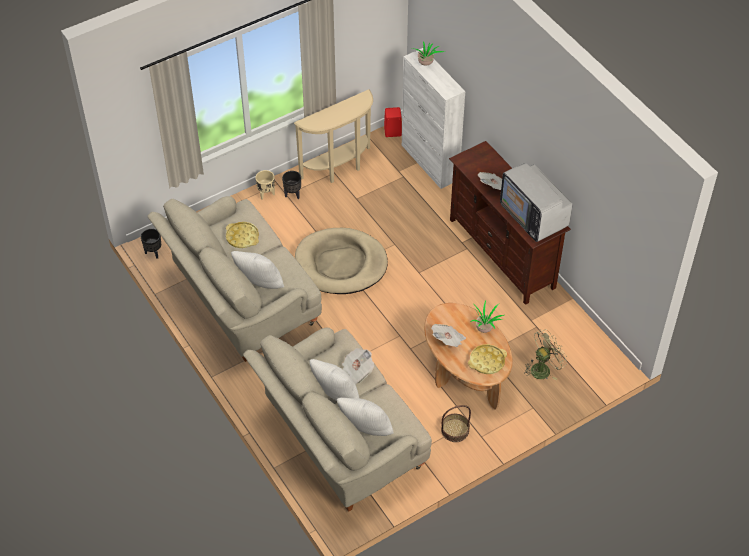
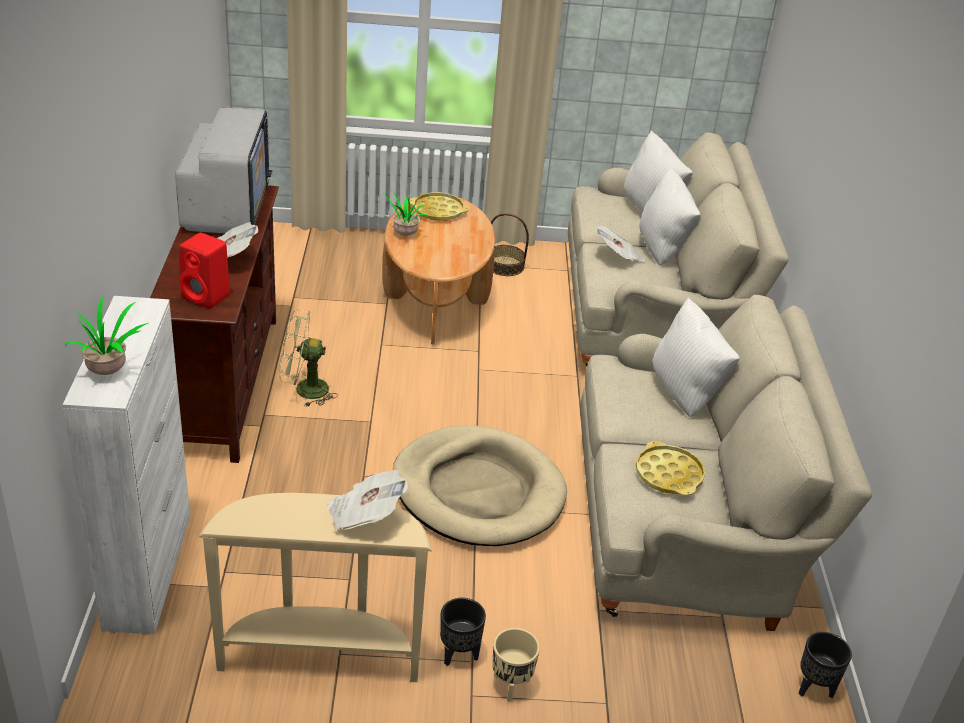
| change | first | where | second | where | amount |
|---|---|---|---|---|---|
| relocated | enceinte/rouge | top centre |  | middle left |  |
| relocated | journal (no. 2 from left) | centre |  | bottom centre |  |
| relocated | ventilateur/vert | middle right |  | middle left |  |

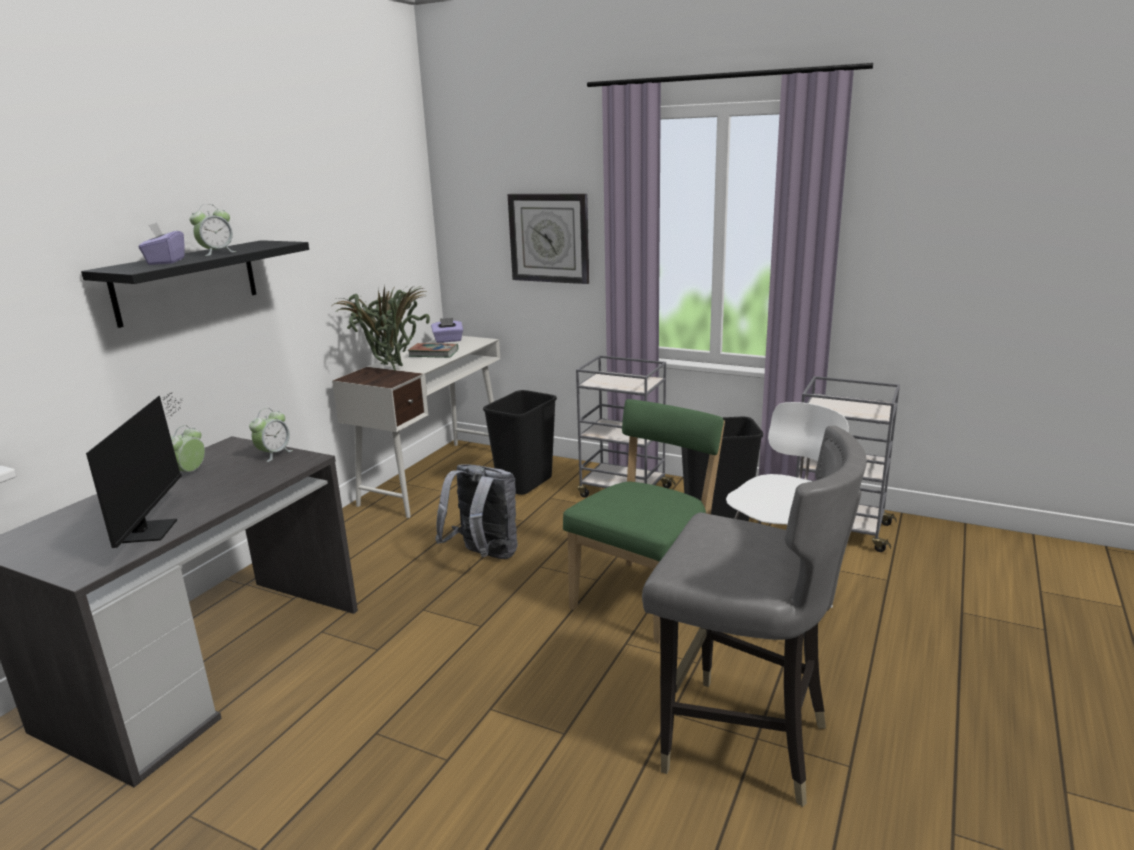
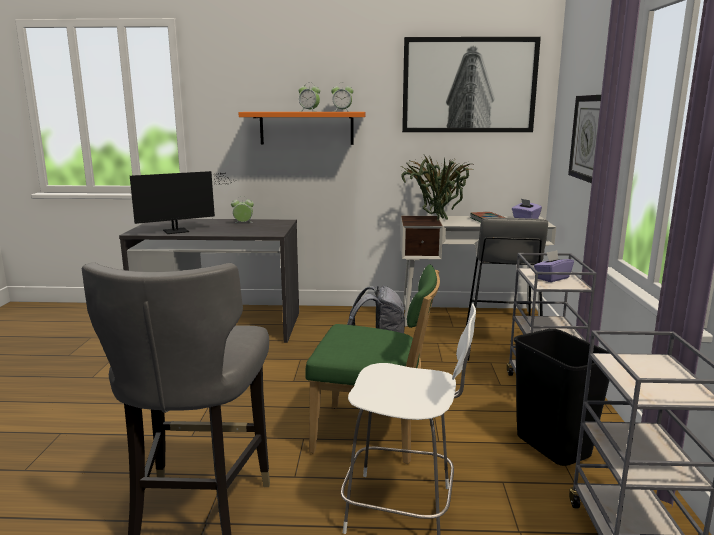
| change | first | where | second | where | amount |
|---|---|---|---|---|---|
| relocated | boîte à mouchoirs/violet (no. 1 from left in the first image) | top left | boîte à mouchoirs/violet (no. 2 from left) | middle right |  |
| colour | étagère/noir | middle left | étagère/orange | top centre |  |
| exchanged | poubelle/noir (no. 1 from left) | centre | tabouret/gris | middle right |  |
| relocated | réveil (no. 3 from left) | middle left |  | top centre |  |
| appeared |  |  | tableau | top centre |  |

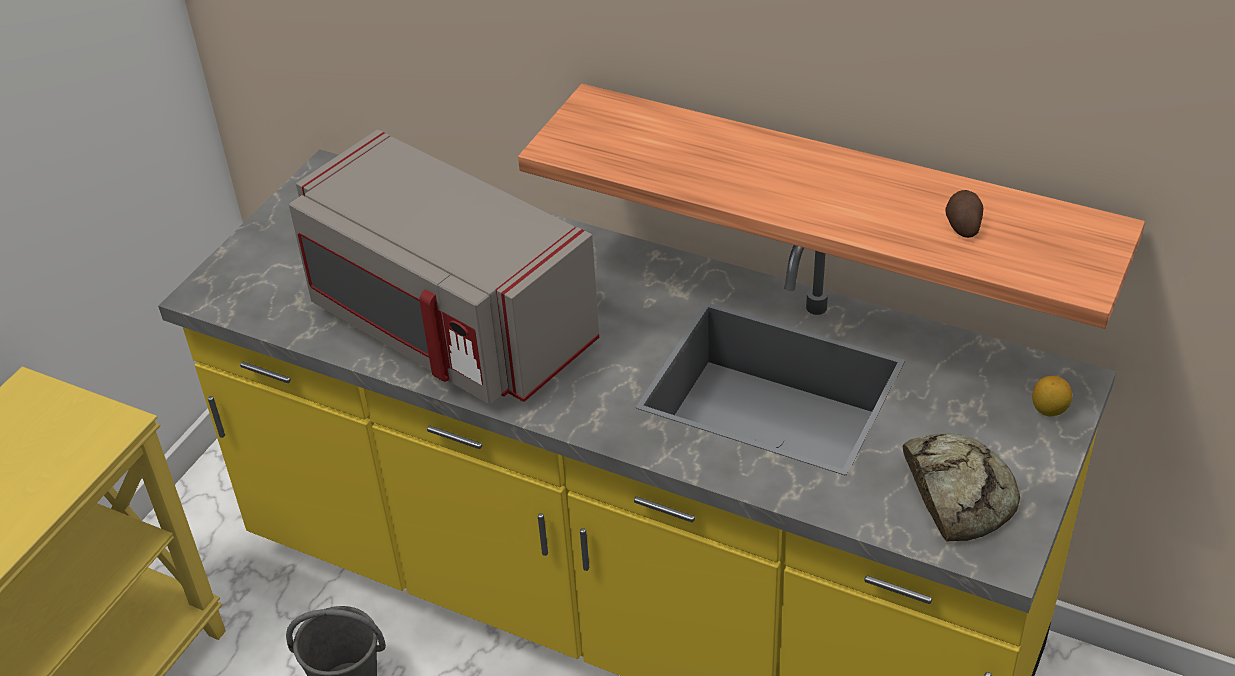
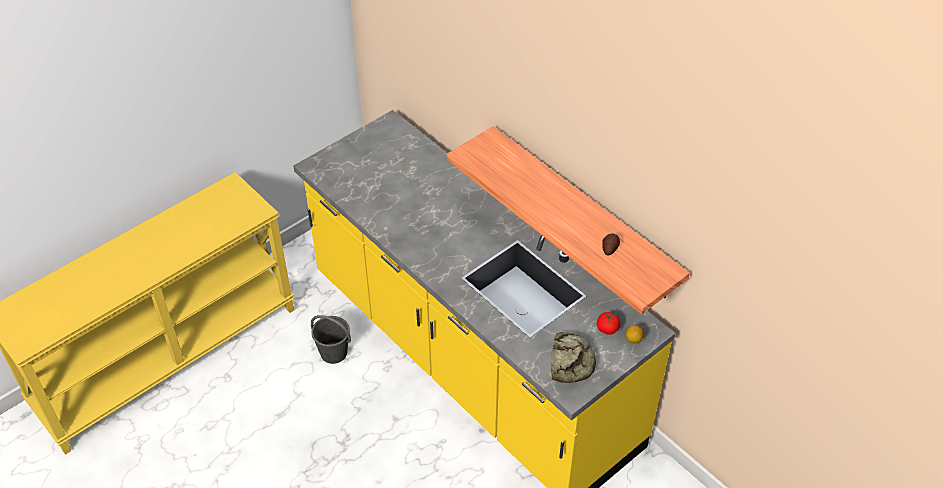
| change | first | where | second | where | amount |
|---|---|---|---|---|---|
| missing | micro-ondes/gris | centre |  |  |  |
| appeared |  |  | tomate | centre |  |

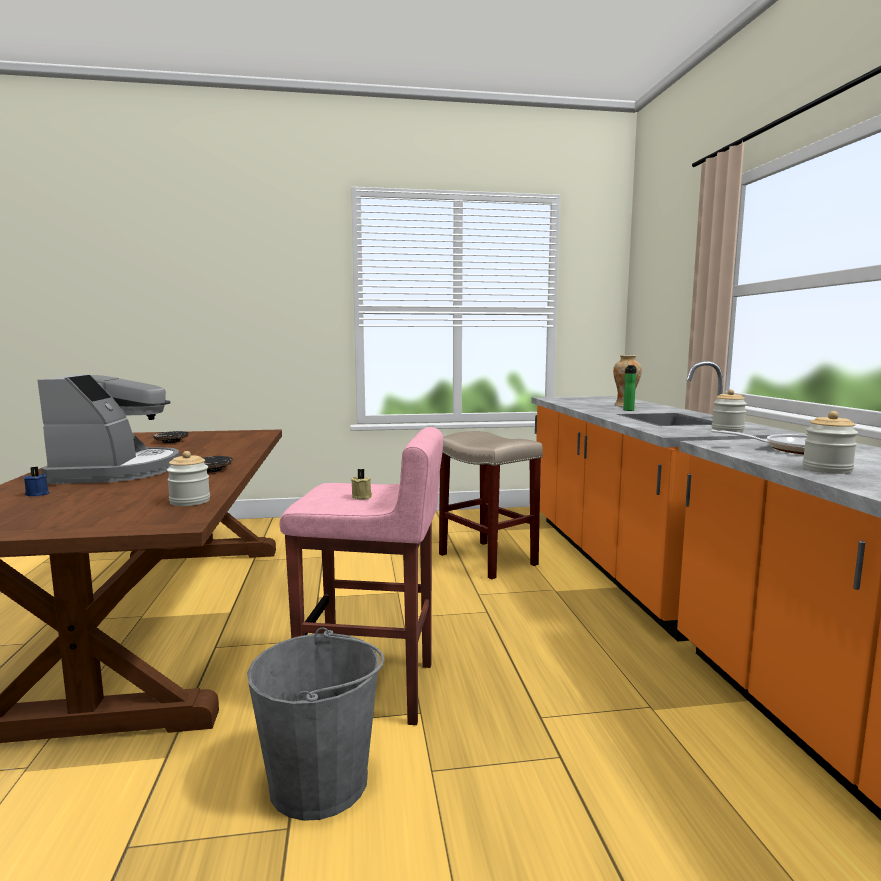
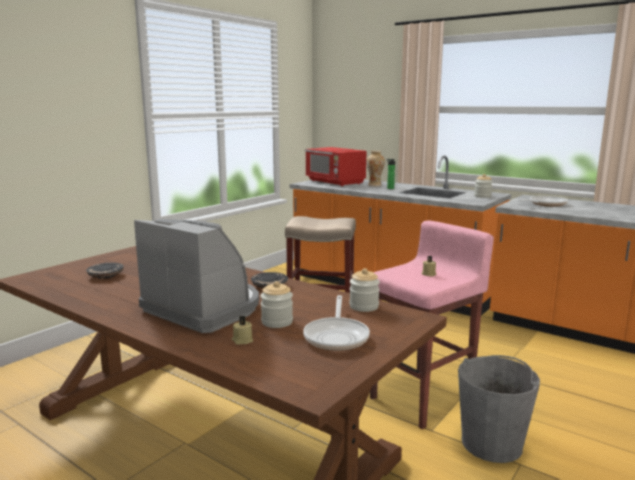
| change | first | where | second | where | amount |
|---|---|---|---|---|---|
| relocated | bocal (no. 3 from left in the first image) | middle right | bocal (no. 1 from left) | centre |  |
| colour | bougie/bleu | middle left | bougie/beige (no. 1 from left) | bottom centre |  |
| appeared |  |  | micro-ondes/rouge | centre |  |
| appeared |  |  | poêle (no. 1 from left) | bottom centre |  |

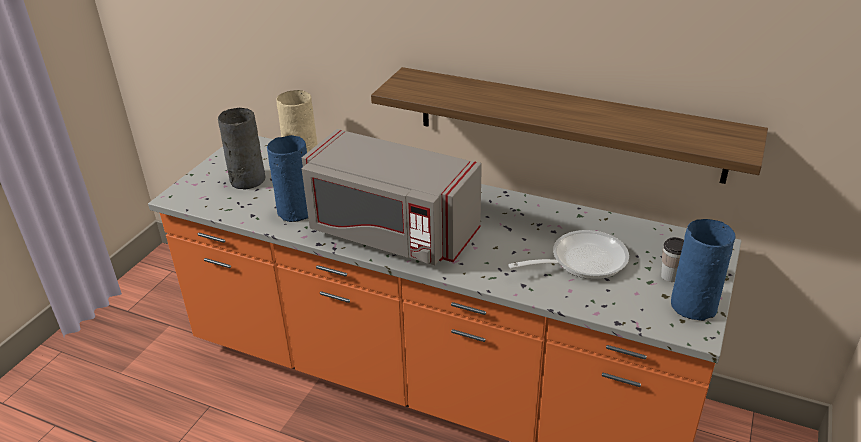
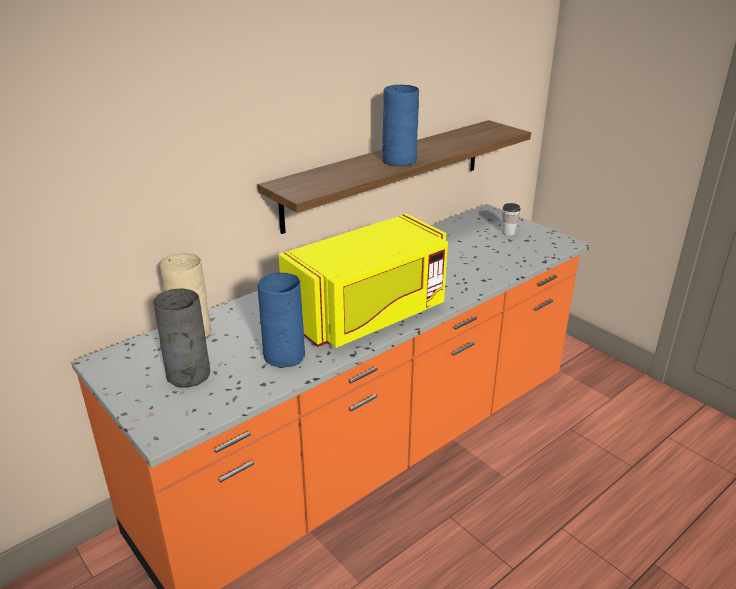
| change | first | where | second | where | amount |
|---|---|---|---|---|---|
| colour | micro-ondes/gris | centre | micro-ondes/jaune | centre |  |
| relocated | vase/bleu (no. 2 from left) | middle right |  | top centre |  |
| missing | poêle | centre |  |  |  |

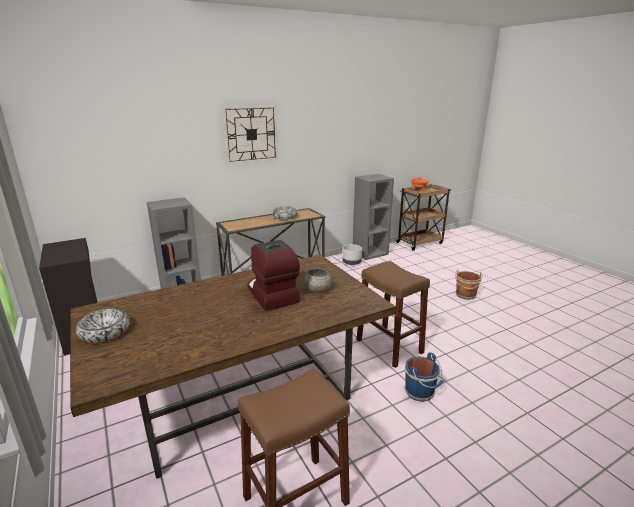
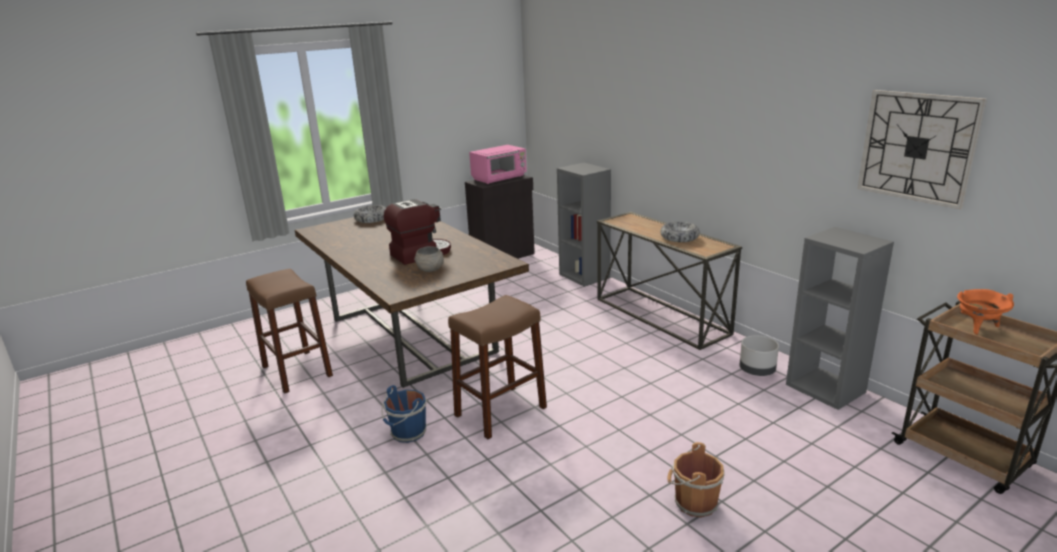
| change | first | where | second | where | amount |
|---|---|---|---|---|---|
| relocated | horloge murale | top centre |  | top right |  |
| appeared |  |  | micro-ondes/rose | top centre |  |

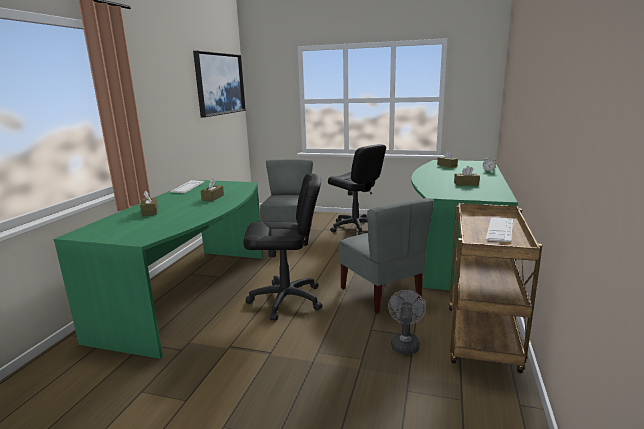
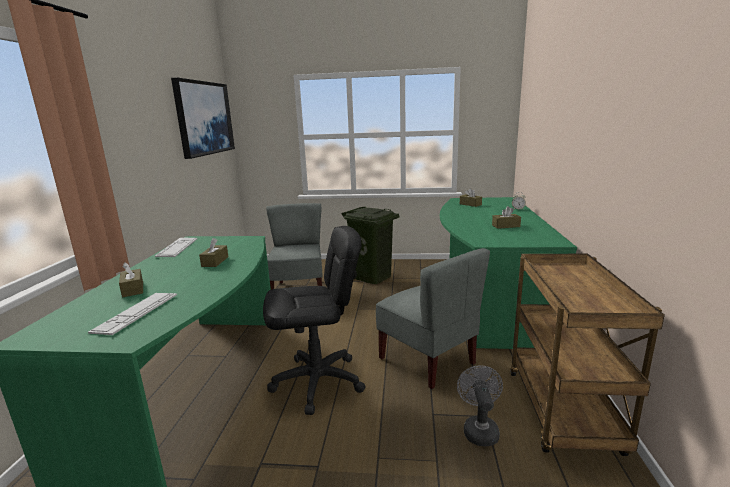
| change | first | where | second | where | amount |
|---|---|---|---|---|---|
| exchanged | chaise de bureau/noir (no. 2 from left) | centre | poubelle/vert | centre |  |
| relocated | clavier (no. 2 from left in the first image) | middle right | clavier (no. 1 from left) | middle left |  |

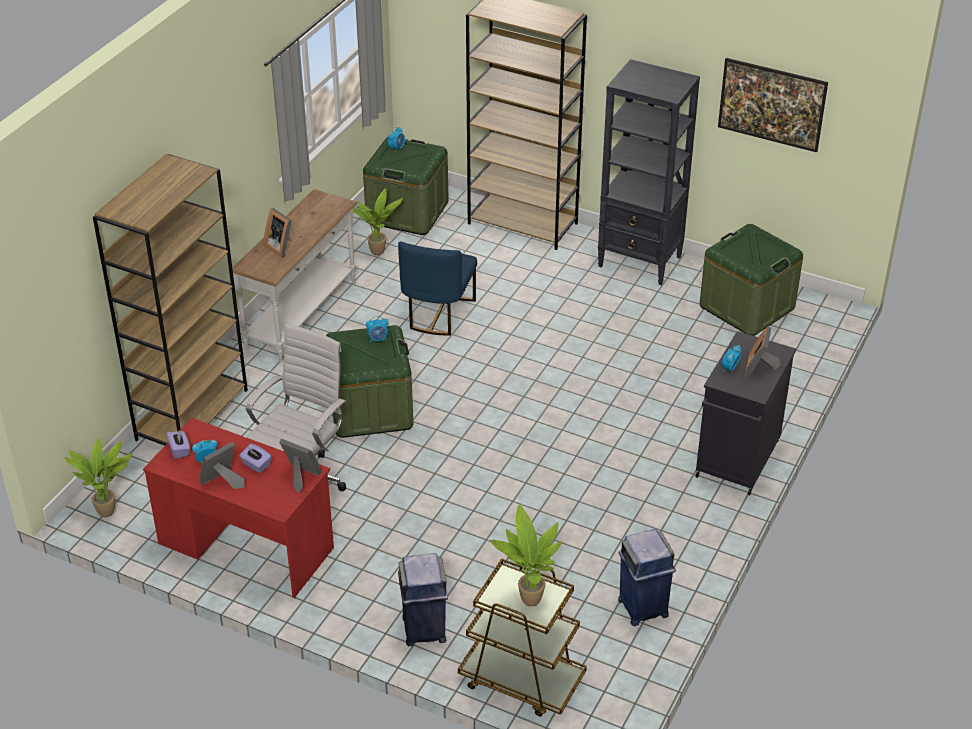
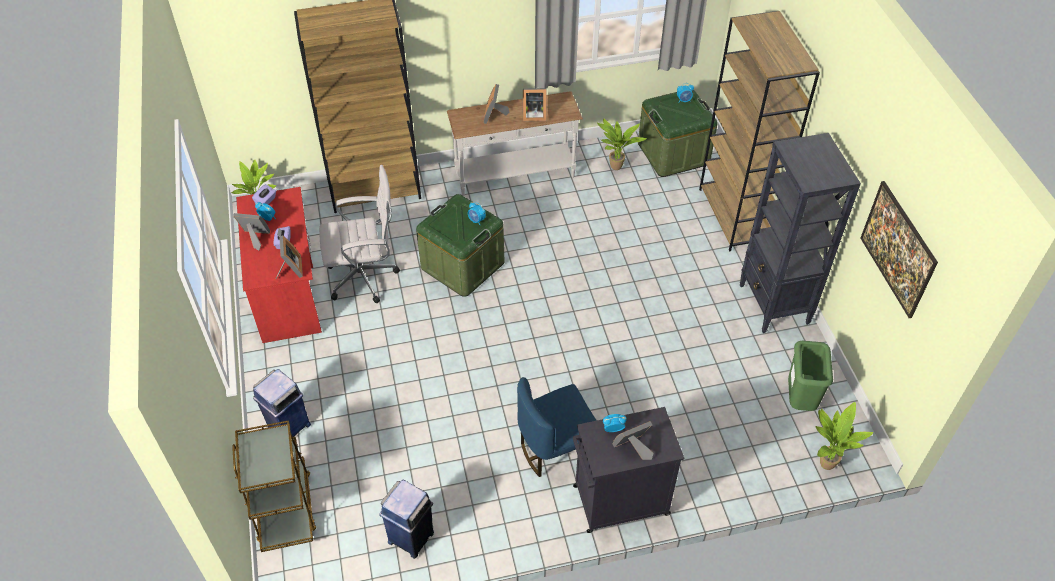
| change | first | where | second | where | amount |
|---|---|---|---|---|---|
| exchanged | boîte de rangement/vert (no. 3 from left) | middle right | poubelle/vert | middle right |  |
| relocated | chaise/bleu | centre |  | bottom centre |  |
| relocated | plante en pot (no. 3 from left) | bottom centre |  | bottom right |  |
| appeared |  |  | cadre photo (no. 4 from left) | top centre |  |

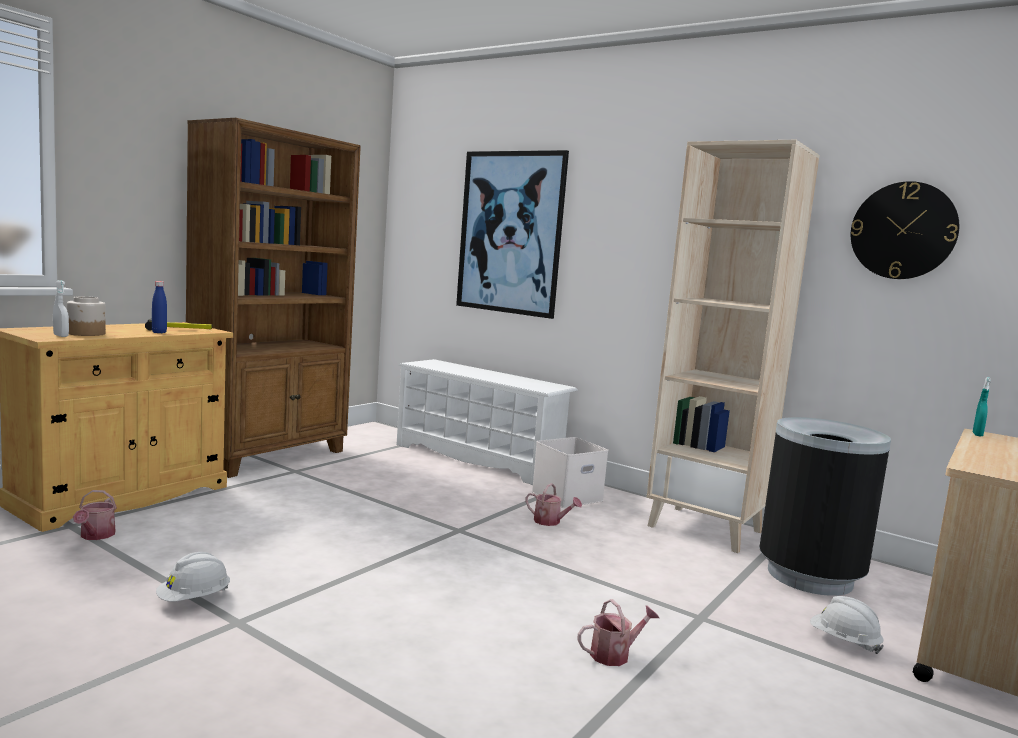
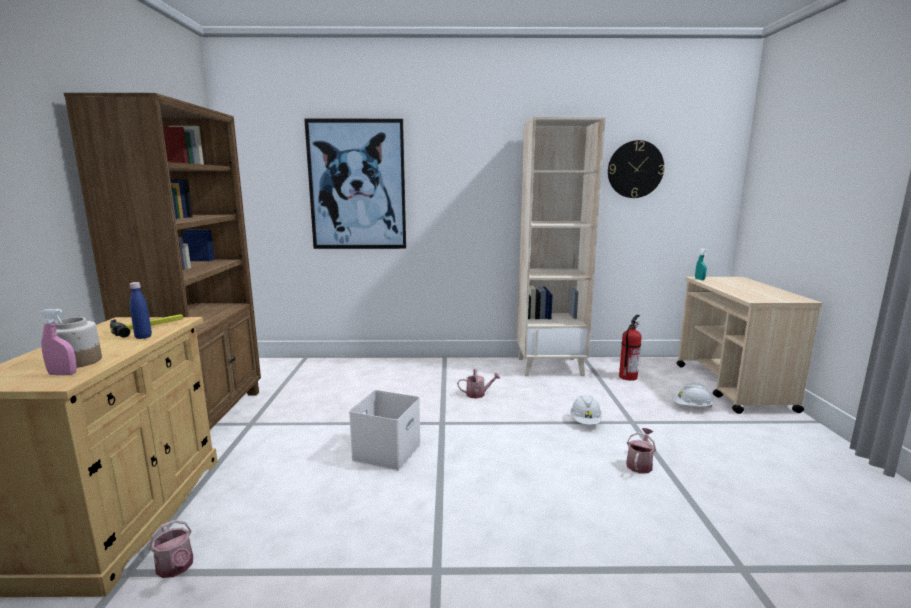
| change | first | where | second | where | amount |
|---|---|---|---|---|---|
| colour | vaporisateur/blanc | middle left | vaporisateur/rose | middle left |  |
| missing | étagère à chaussures/blanc | centre |  |  |  |
| exchanged | poubelle/noir | bottom right | extincteur | middle right |  |
| relocated | boîte de rangement/blanc | centre |  | bottom centre |  |
| relocated | casque de chantier/blanc (no. 1 from left) | bottom left |  | bottom centre |  |

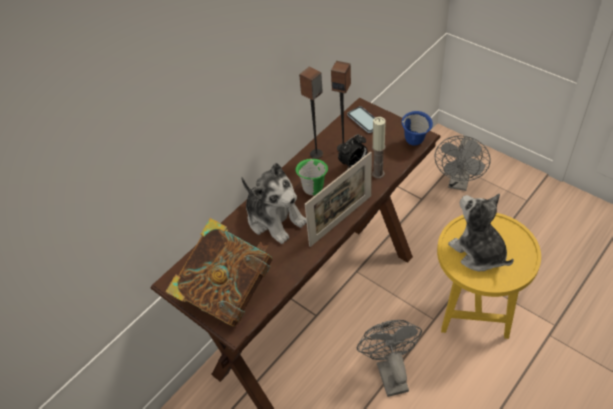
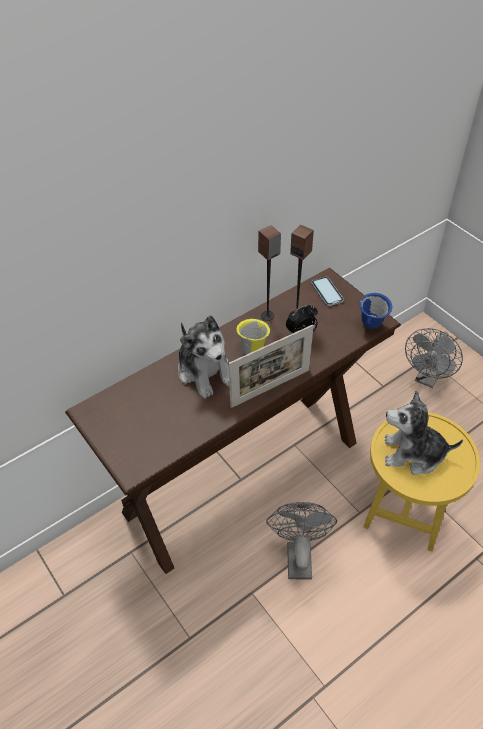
| change | first | where | second | where | amount |
|---|---|---|---|---|---|
| missing | bougie | centre |  |  |  |
| colour | mug/vert | centre | mug/jaune | centre |  |
| spun | peluche (no. 2 from left) | middle right |  | middle right | 60 degrees counterclockwise |
| missing | livre | centre |  |  |  |

